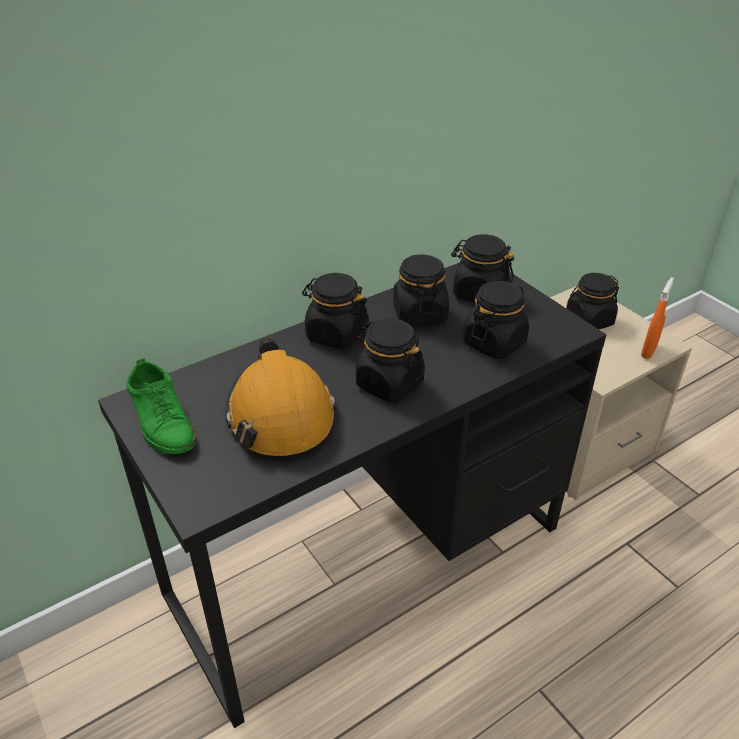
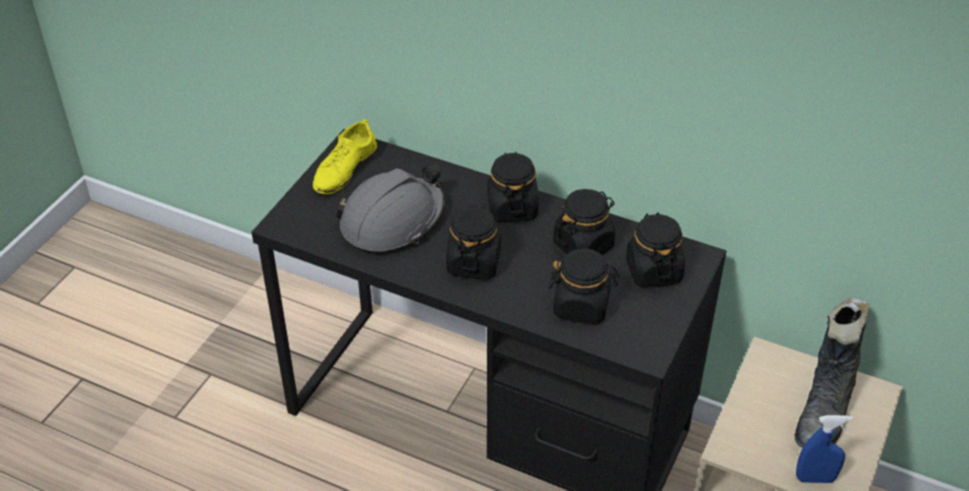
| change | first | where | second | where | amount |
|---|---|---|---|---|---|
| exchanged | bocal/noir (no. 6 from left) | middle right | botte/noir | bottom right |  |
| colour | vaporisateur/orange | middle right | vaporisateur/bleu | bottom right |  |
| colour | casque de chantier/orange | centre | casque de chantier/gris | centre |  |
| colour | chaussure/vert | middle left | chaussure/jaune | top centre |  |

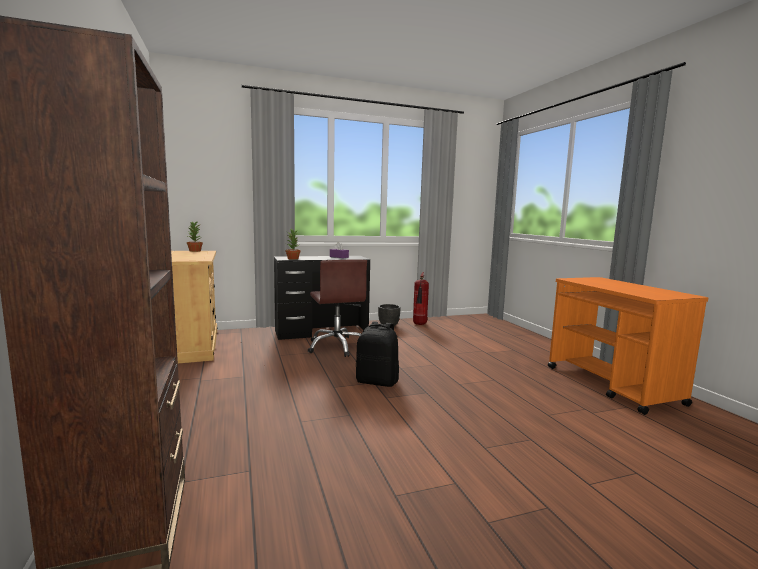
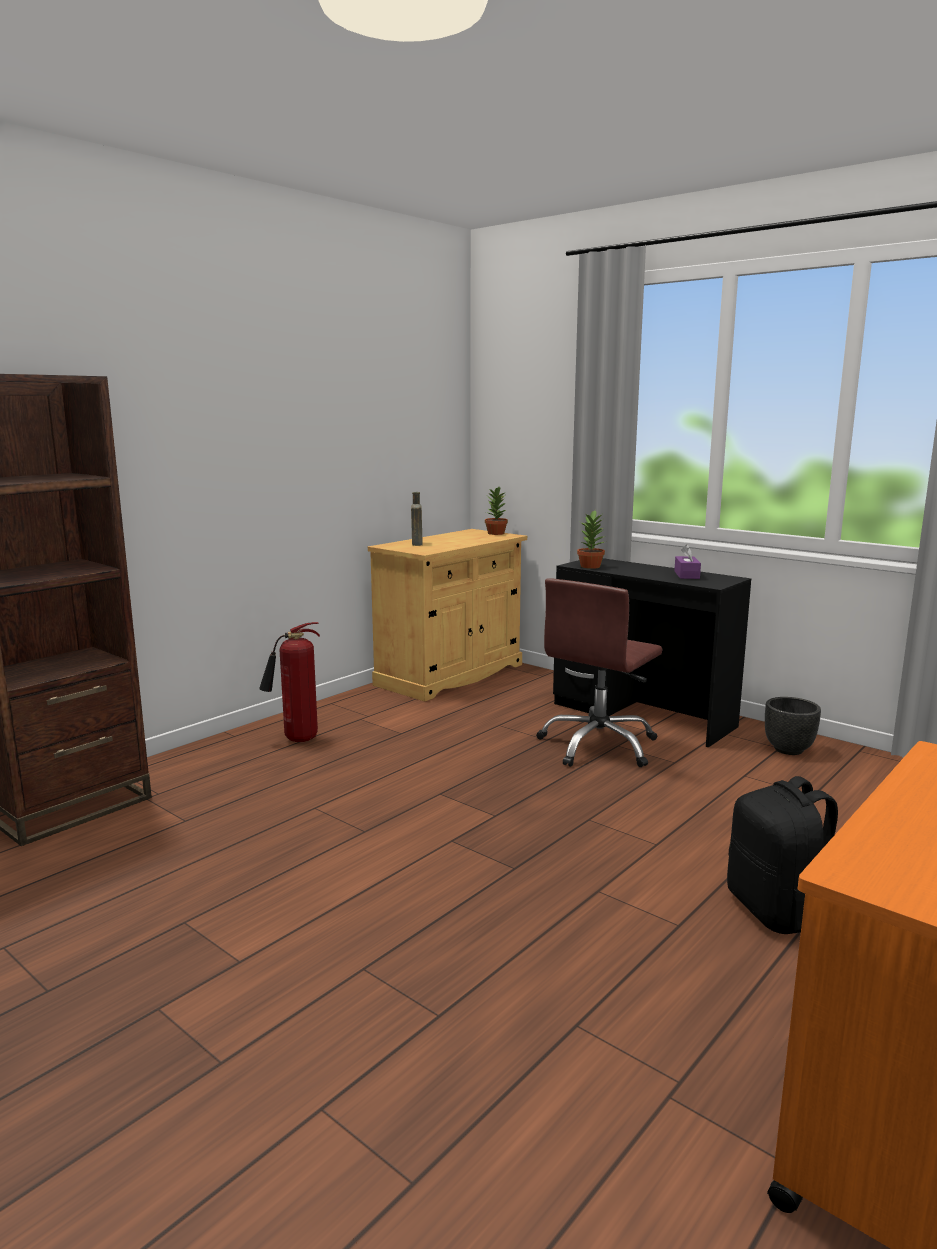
| change | first | where | second | where | amount |
|---|---|---|---|---|---|
| relocated | extincteur | centre |  | middle left |  |
| relocated | sac à dos/noir | centre |  | bottom right |  |
| appeared |  |  | bouteille/marron | centre |  |

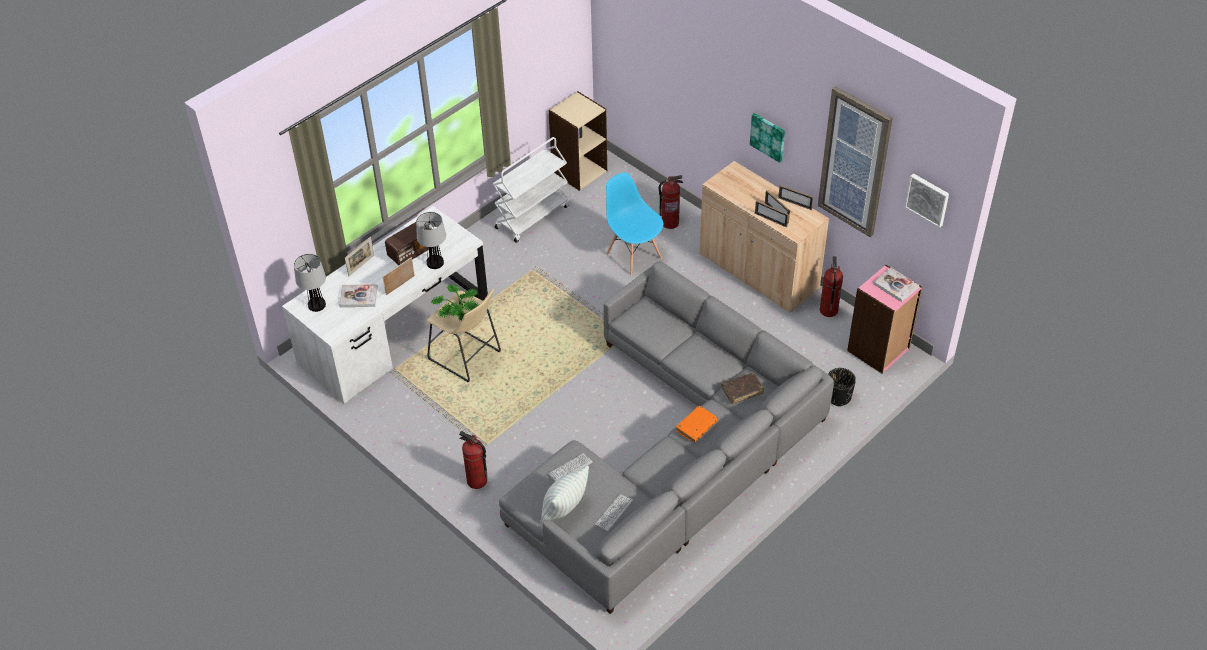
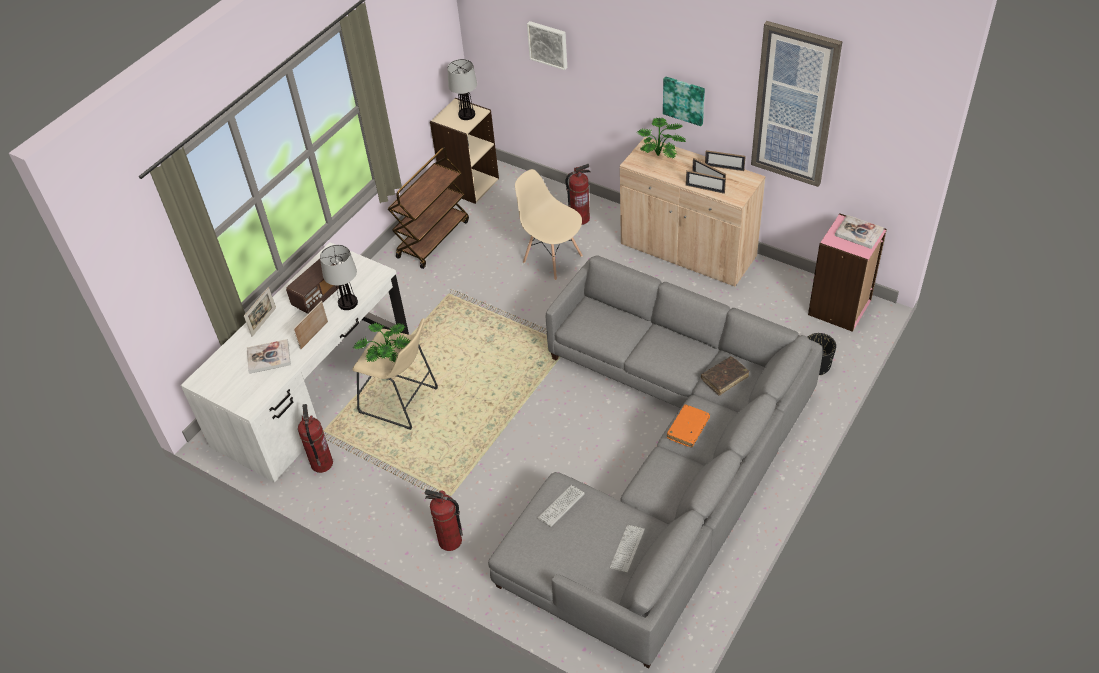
| change | first | where | second | where | amount |
|---|---|---|---|---|---|
| colour | chariot/blanc | top centre | chariot/marron | top centre |  |
| colour | chaise/bleu | centre | chaise/beige | top centre |  |
| relocated | tableau (no. 3 from left in the first image) | top right | tableau (no. 1 from left) | top centre |  |
| relocated | lampe de table (no. 1 from left in the first image) | middle left | lampe de table (no. 2 from left) | top centre |  |
| relocated | extincteur (no. 3 from left in the first image) | middle right | extincteur (no. 1 from left) | middle left |  |
| missing | coussin | bottom centre |  |  |  |
| appeared |  |  | plante en pot (no. 2 from left) | top centre |  |

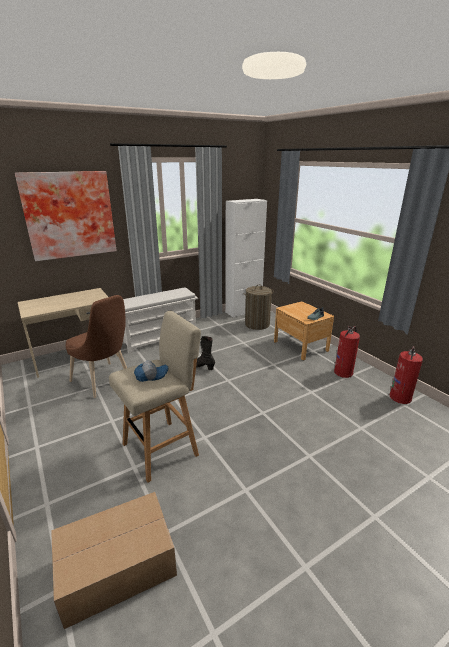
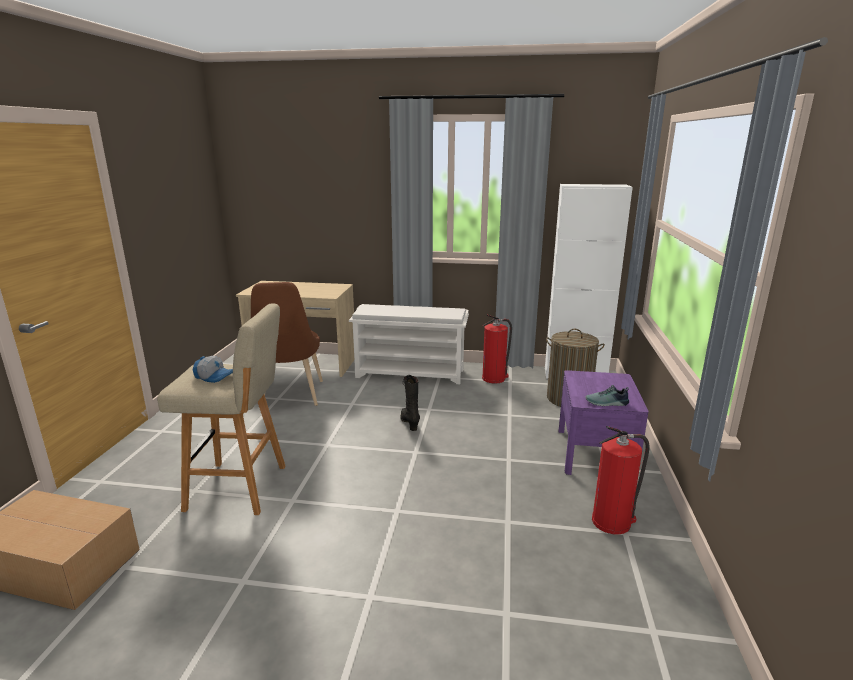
| change | first | where | second | where | amount |
|---|---|---|---|---|---|
| missing | tableau | middle left |  |  |  |
| colour | table de chevet/marron | middle right | table de chevet/violet | middle right |  |
| relocated | extincteur (no. 2 from left in the first image) | middle right | extincteur (no. 1 from left) | centre |  |

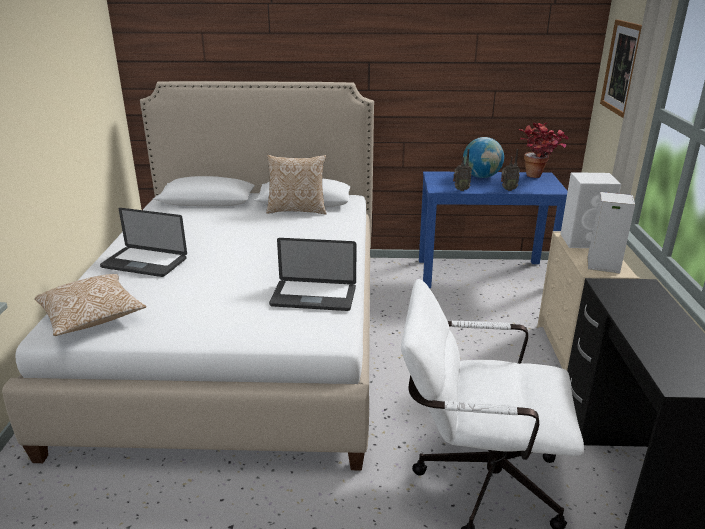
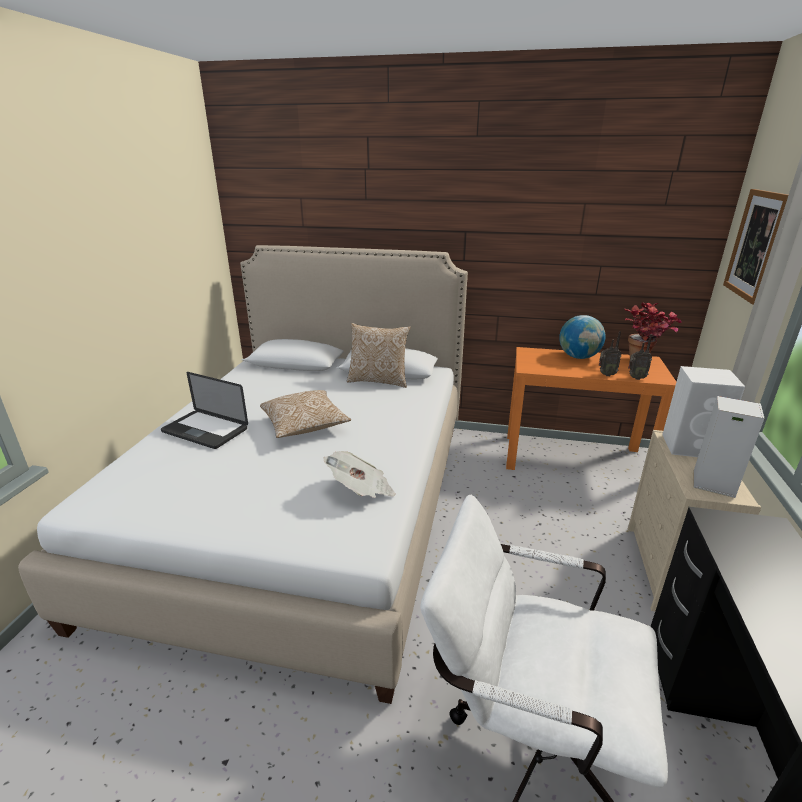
| change | first | where | second | where | amount |
|---|---|---|---|---|---|
| relocated | radio (no. 1 from left in the first image) | top centre | radio (no. 2 from left) | middle right |  |
| colour | table console/bleu | middle right | table console/orange | middle right |  |
| exchanged | ordinateur portable (no. 2 from left) | centre | journal | centre |  |
| relocated | coussin (no. 1 from left) | middle left |  | centre |  |

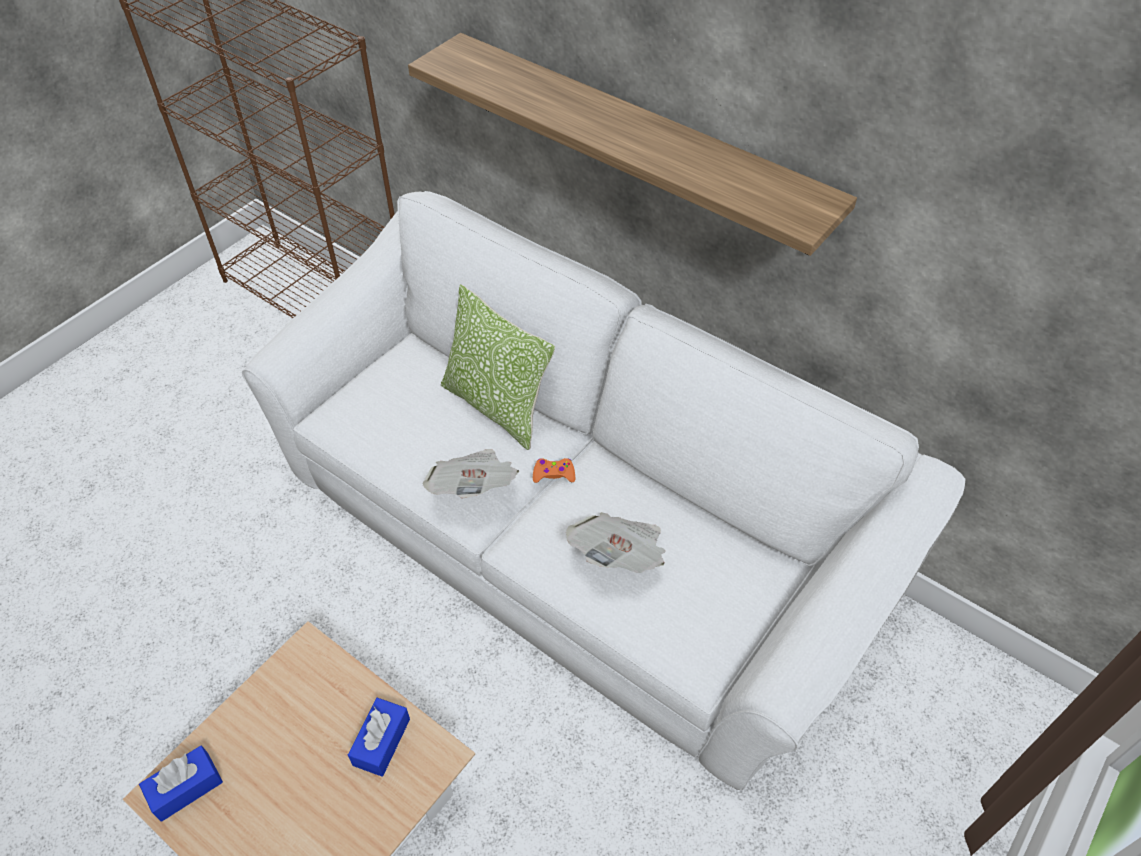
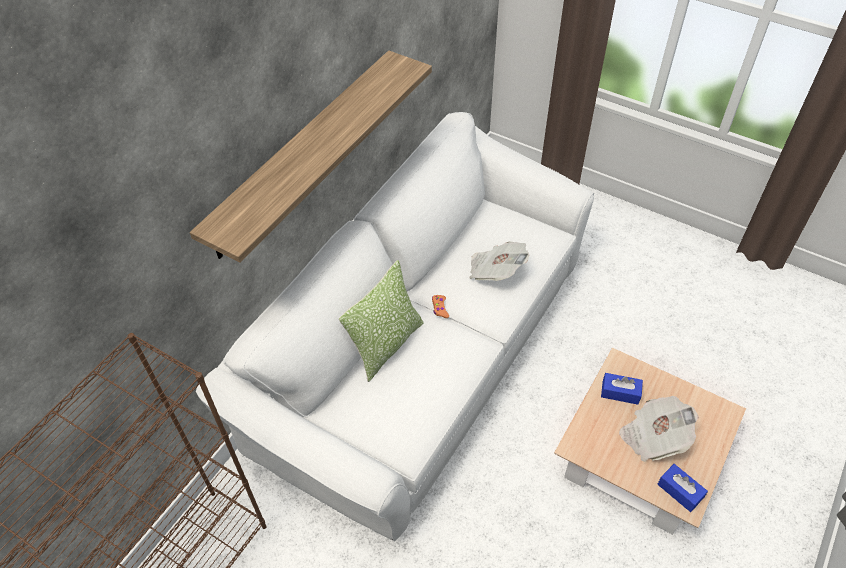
| change | first | where | second | where | amount |
|---|---|---|---|---|---|
| relocated | journal (no. 1 from left in the first image) | centre | journal (no. 2 from left) | bottom right |  |

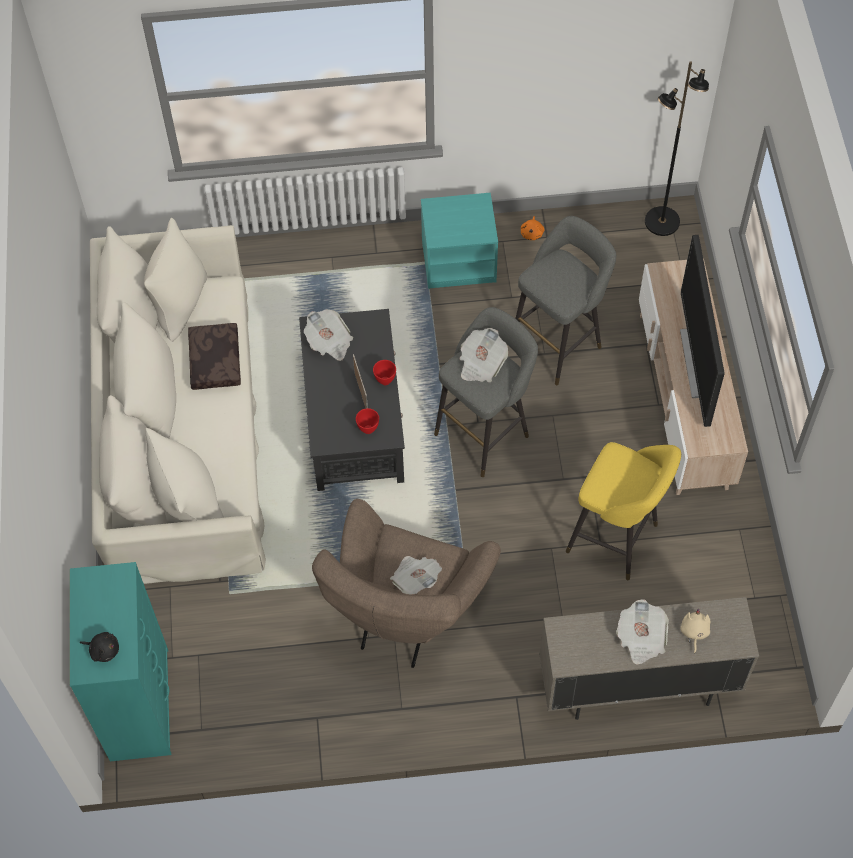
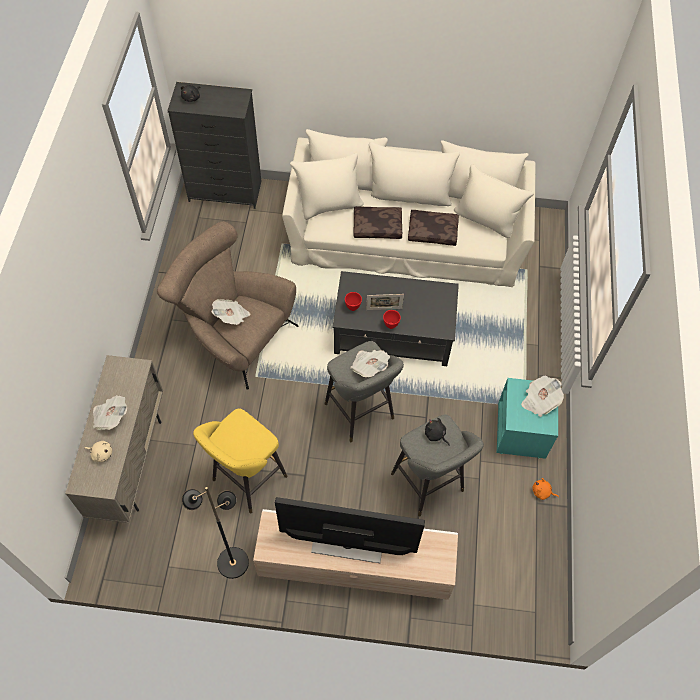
| change | first | where | second | where | amount |
|---|---|---|---|---|---|
| relocated | lampadaire/noir | top right |  | bottom left |  |
| relocated | journal (no. 1 from left in the first image) | centre | journal (no. 4 from left) | middle right |  |
| colour | commode/turquoise | bottom left | commode/noir | top left |  |
| appeared |  |  | coussin/marron (no. 1 from left) | top centre |  |
| appeared |  |  | peluche/noir (no. 2 from left) | centre |  |

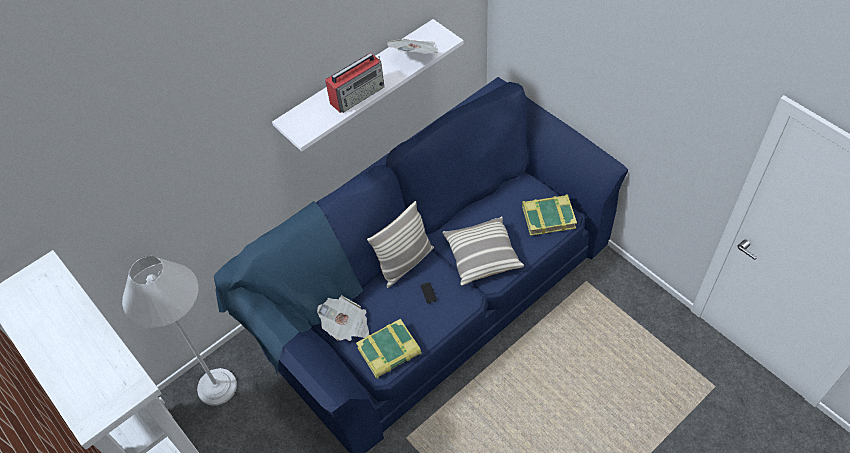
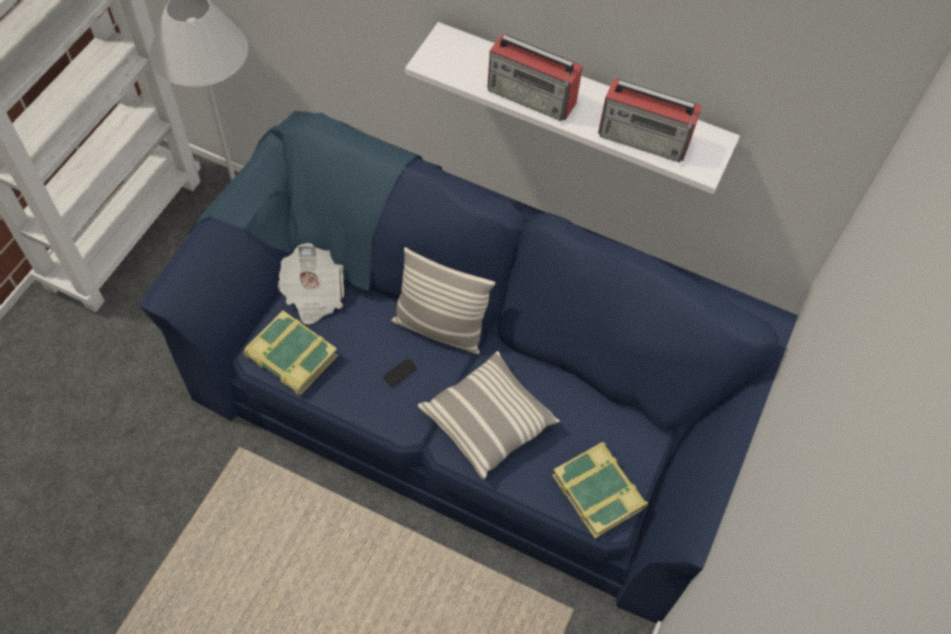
| change | first | where | second | where | amount |
|---|---|---|---|---|---|
| exchanged | journal (no. 2 from left) | top centre | radio (no. 2 from left) | top right |  |

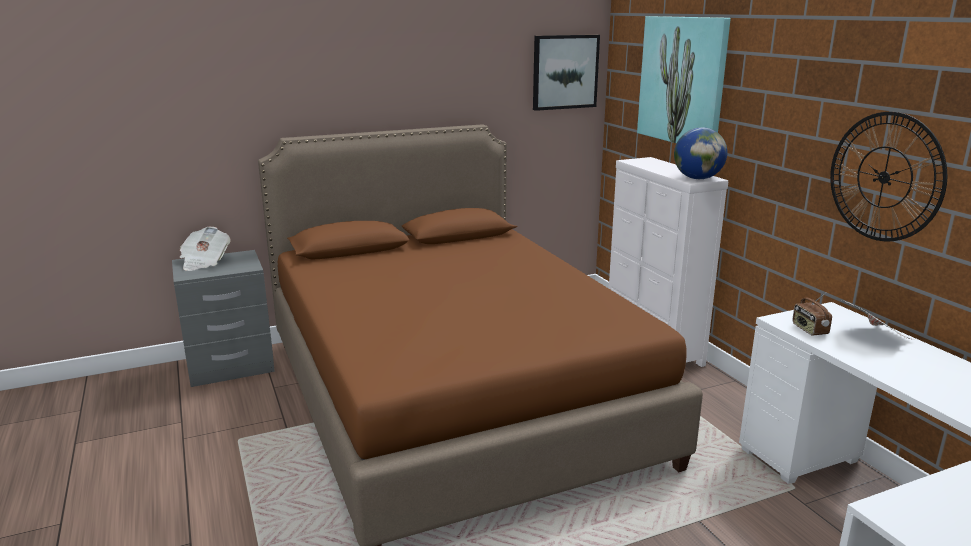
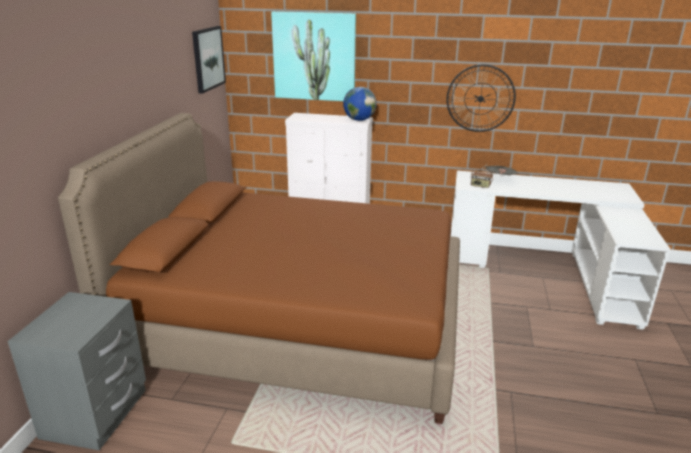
| change | first | where | second | where | amount |
|---|---|---|---|---|---|
| missing | journal (no. 1 from left) | middle left |  |  |  |

